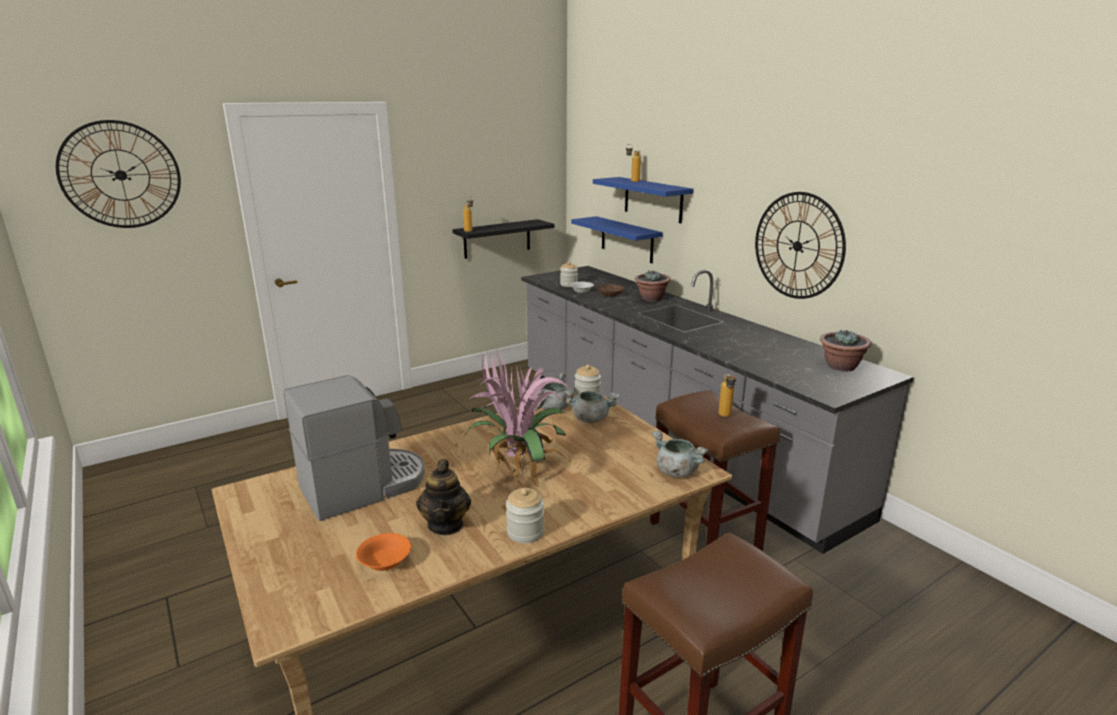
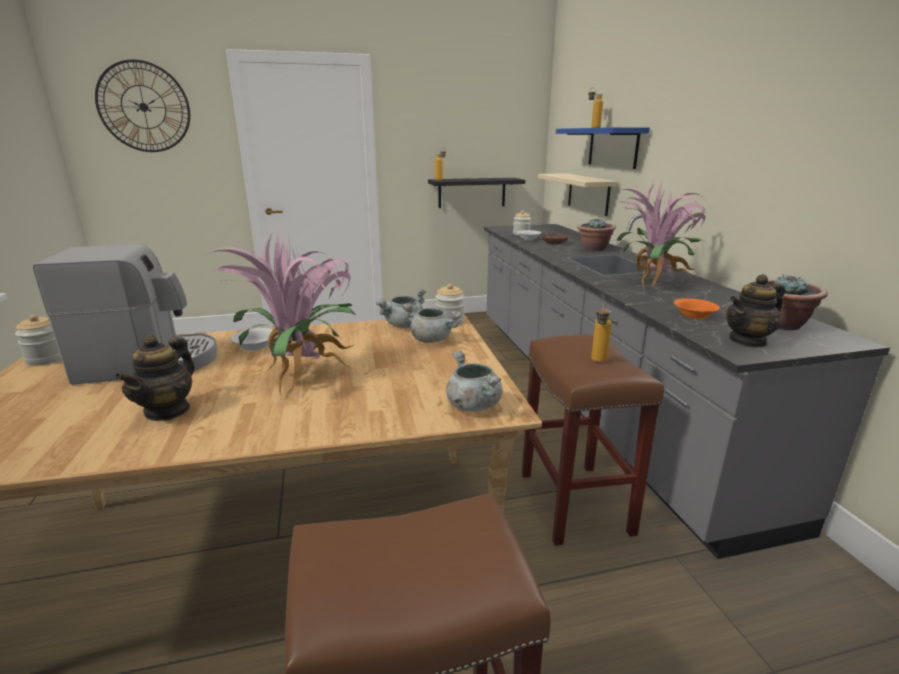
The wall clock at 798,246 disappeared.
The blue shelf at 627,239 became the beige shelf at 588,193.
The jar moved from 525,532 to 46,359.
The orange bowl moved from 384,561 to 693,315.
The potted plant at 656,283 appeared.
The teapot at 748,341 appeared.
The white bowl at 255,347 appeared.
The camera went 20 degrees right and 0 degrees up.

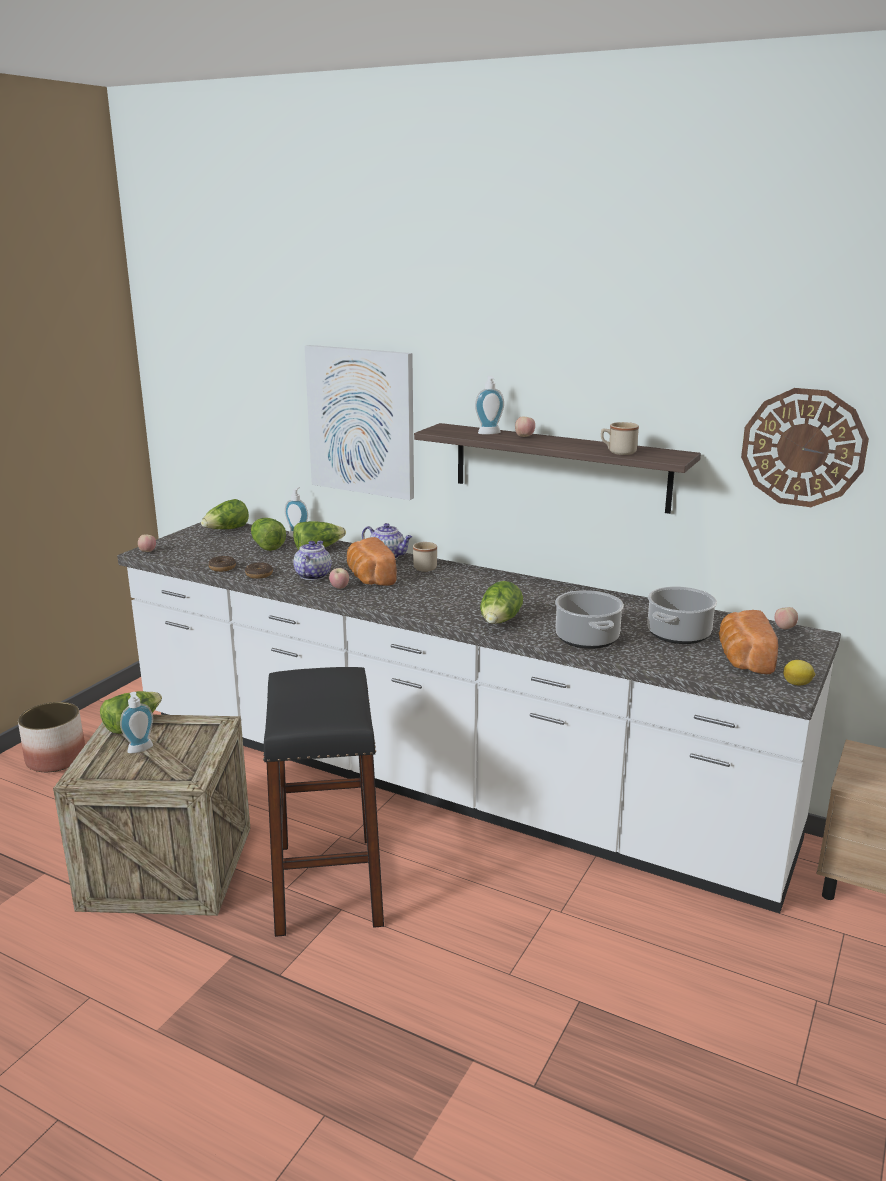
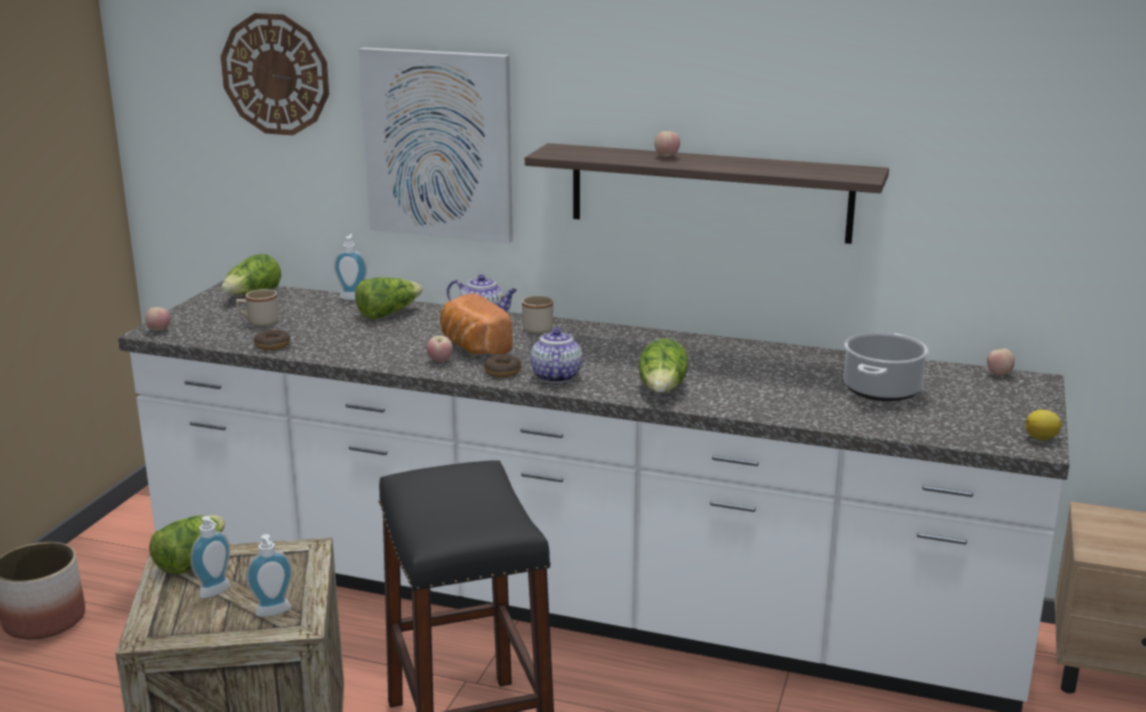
The soap dispenser moved from 490,433 to 274,613.
The wall clock moved from 803,447 to 275,74.
The beige mug moved from 618,452 to 258,322.
The lettuce at 267,545 disappeared.
The teapot moved from 313,575 to 555,376.
The donut moved from 259,575 to 502,372.
The cooking pot at 587,639 disappeared.
The bread at 742,659 disappeared.
The camera went 10 degrees left and 0 degrees up.

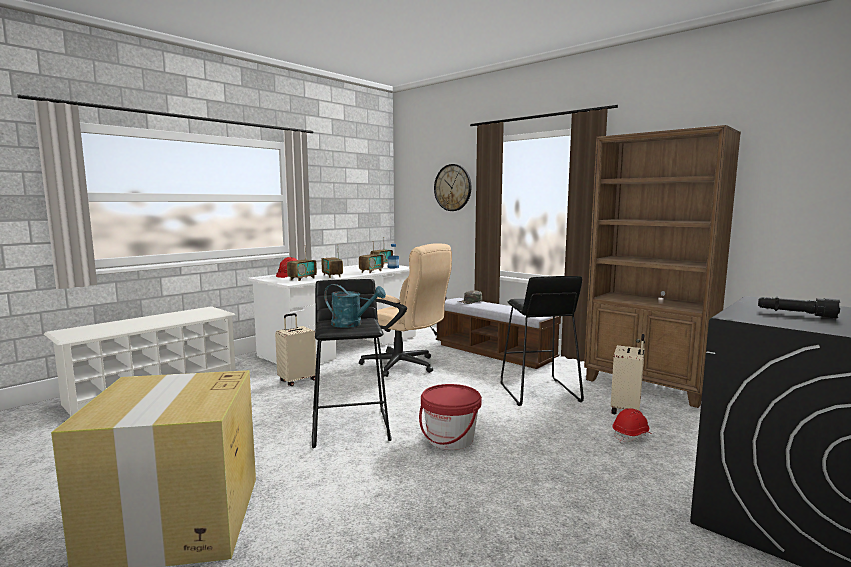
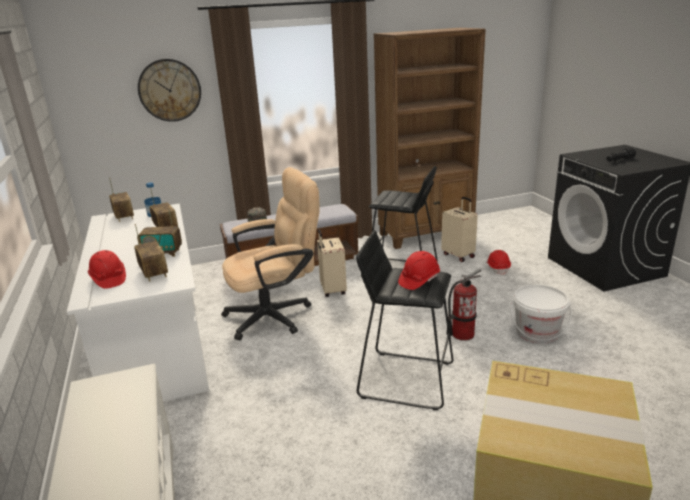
The turquoise watering can at 352,324 was replaced by the red hard hat at 419,280.
The beige suitcase moved from 297,380 to 332,290.
The red bucket at 450,439 was replaced by the fire extinguisher at 462,334.
The white bucket at 537,332 appeared.
The camera went 60 degrees left and 15 degrees up.

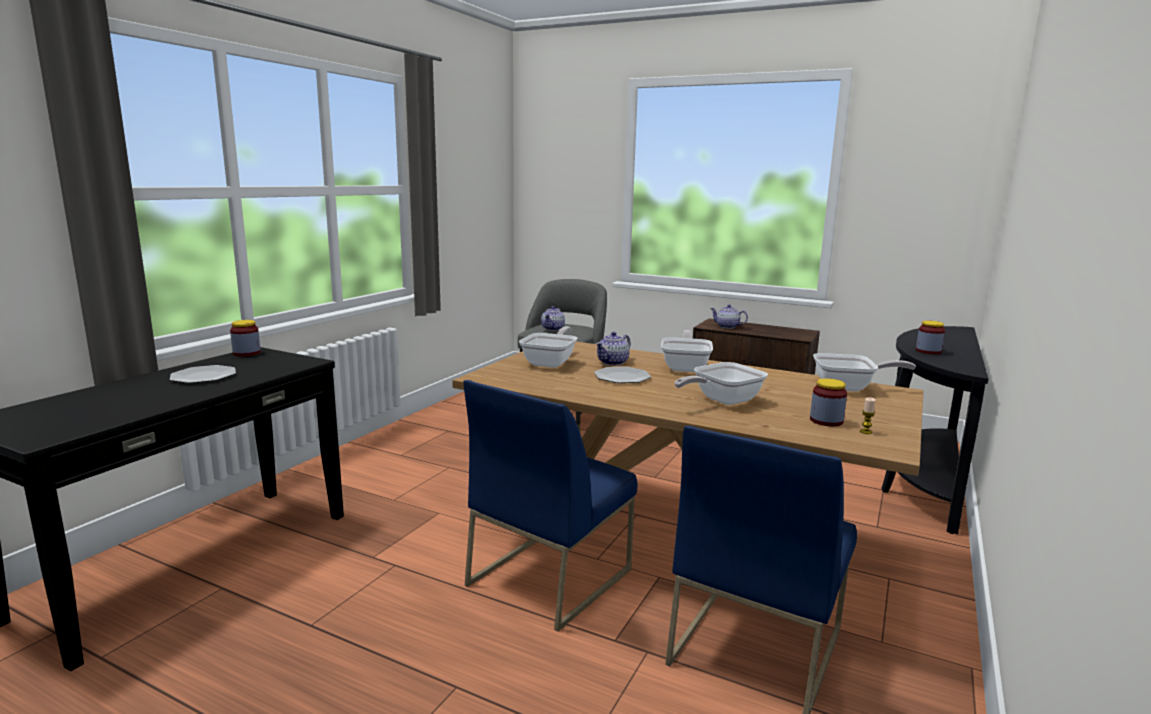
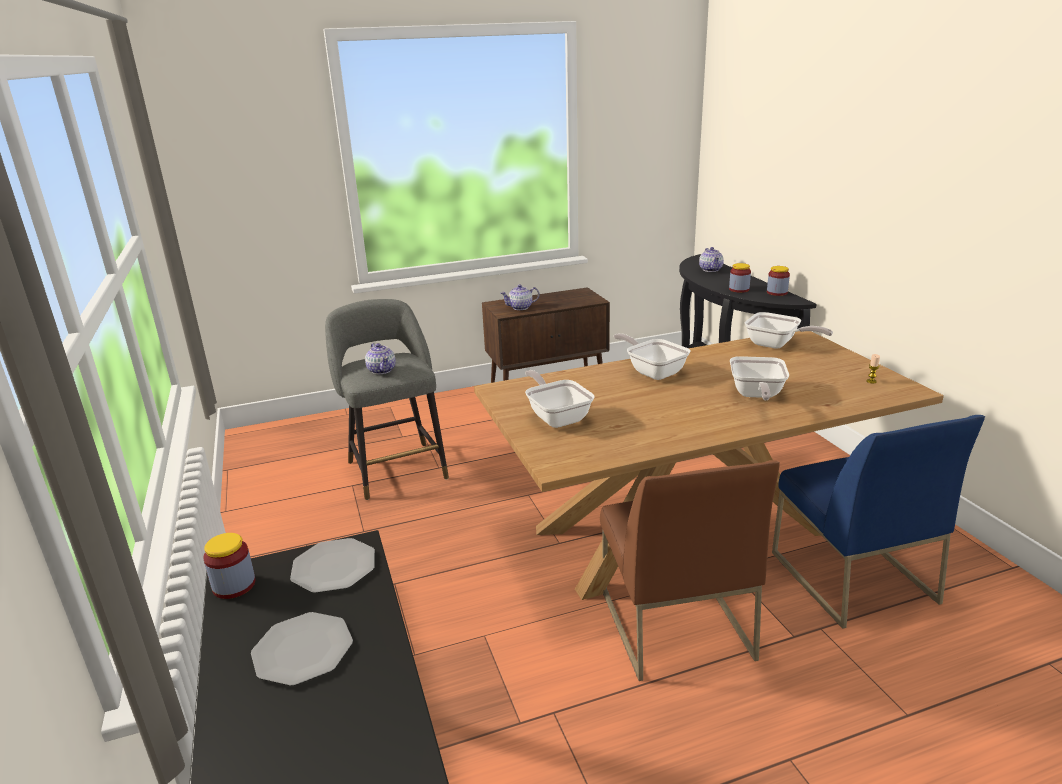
The teapot moved from 613,362 to 710,269.
The frying pan at 849,388 turned 75 degrees clockwise.
The plate moved from 622,377 to 333,567.
The jar moved from 826,421 to 777,292.
The blue chair at 549,576 became the brown chair at 673,623.
The camera went 45 degrees left and 10 degrees up.

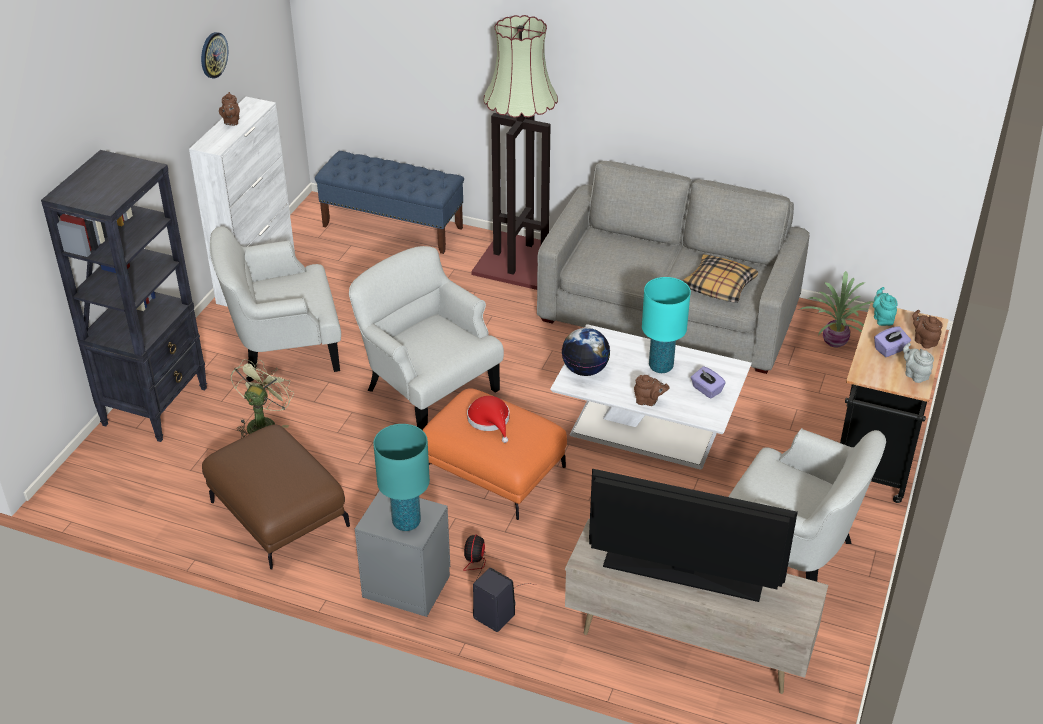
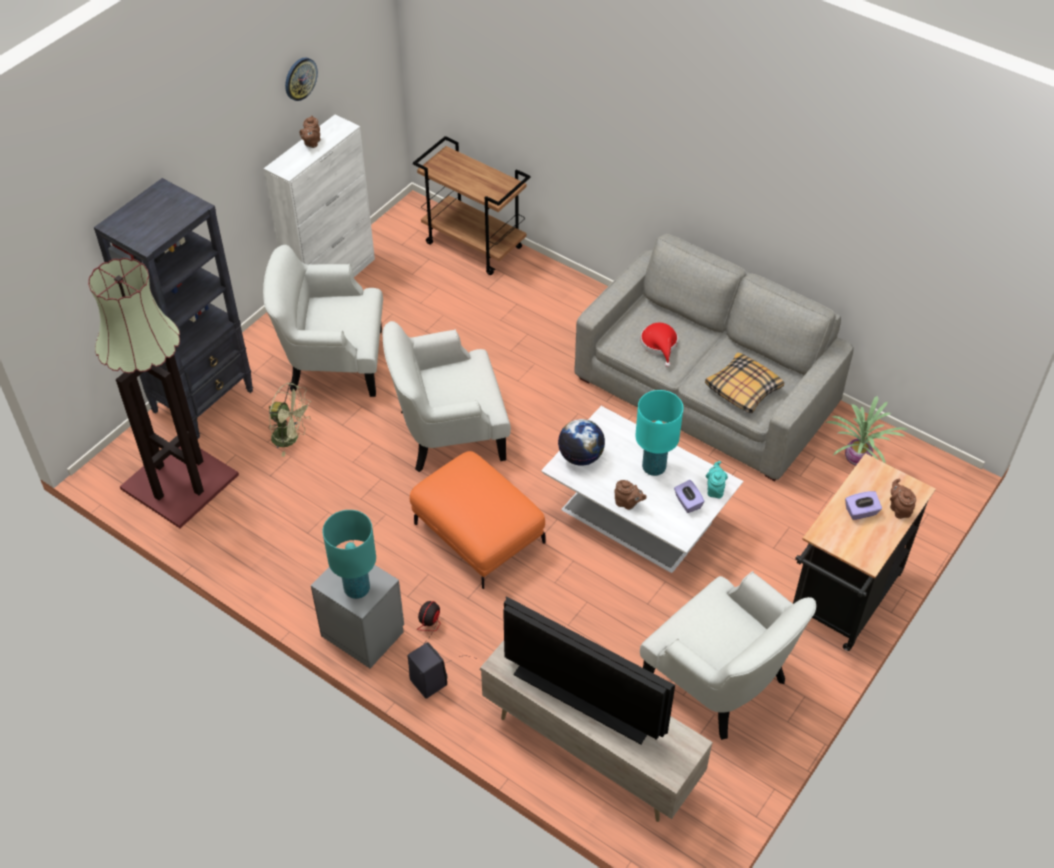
The floor lamp moved from 522,261 to 182,481.
The blue bench at 393,227 was replaced by the brown cart at 475,245.
The white armchair at 427,389 turned 75 degrees counterclockwise.
The turquoise teapot moved from 882,319 to 715,489.
The grey teapot at 915,375 disappeared.
The green fan at 263,423 turned 75 degrees clockwise.
The red hat moved from 490,421 to 660,345.
The brown ottoman at 277,515 disappeared.
The camera went 15 degrees right and 10 degrees up.

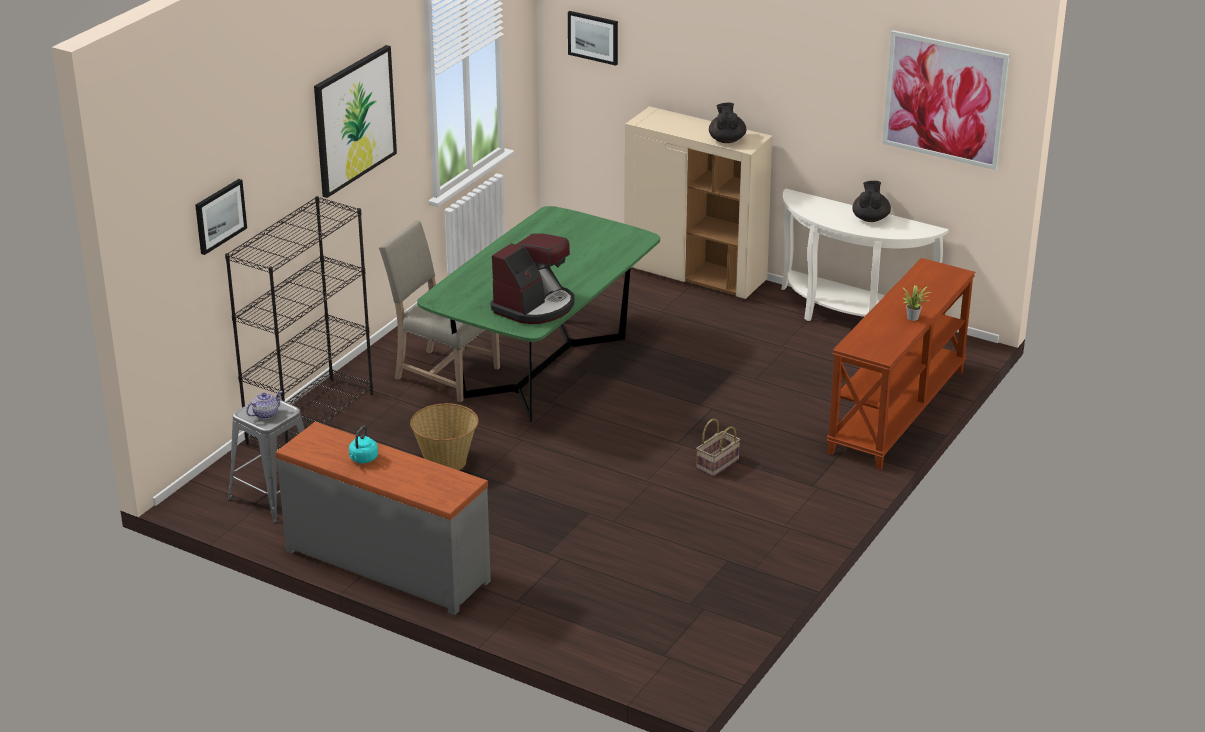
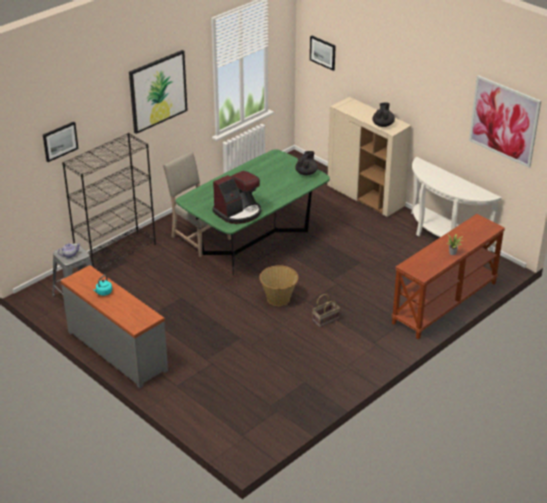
The black teapot moved from 870,218 to 306,173.
The basket moved from 446,461 to 278,298.
The camera went 15 degrees right and 5 degrees up.

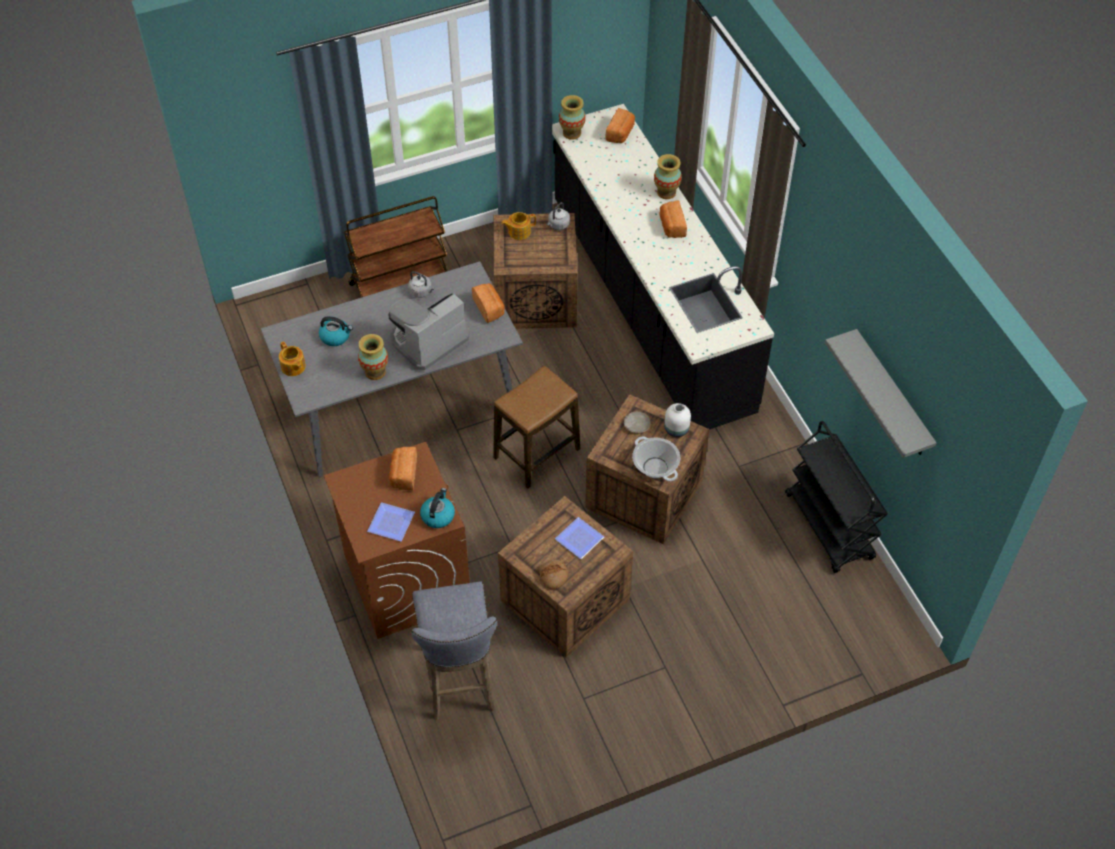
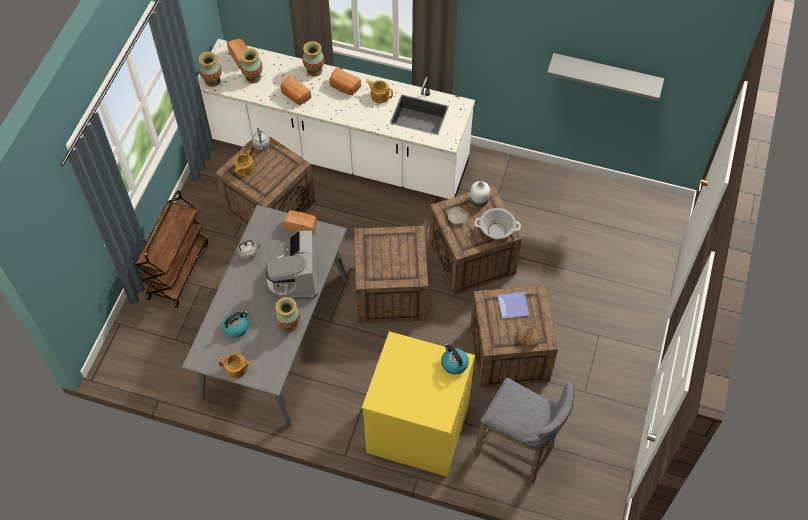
The black counter at 649,305 became the white counter at 338,153.
The stool at 537,453 was replaced by the crate at 390,291.
The black cart at 829,527 disappeared.
The brown washing machine at 406,579 became the yellow washing machine at 417,429.
The bread moved from 403,474 to 295,96.
The plate at 389,524 disappeared.
The vase at 253,77 appeared.
The teapot at 380,96 appeared.
The camera went 50 degrees left and 5 degrees up.

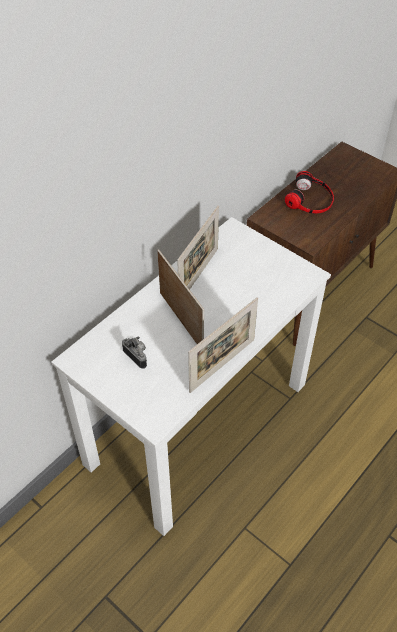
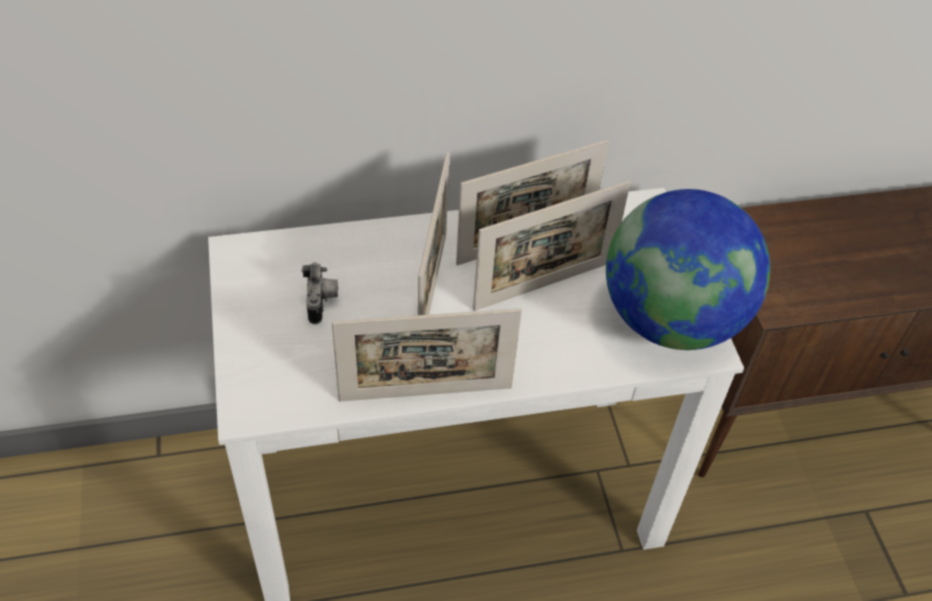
The headphones at 310,199 disappeared.
The picture frame at 544,285 appeared.
The globe at 671,319 appeared.
The camera went 35 degrees right and 0 degrees up.

